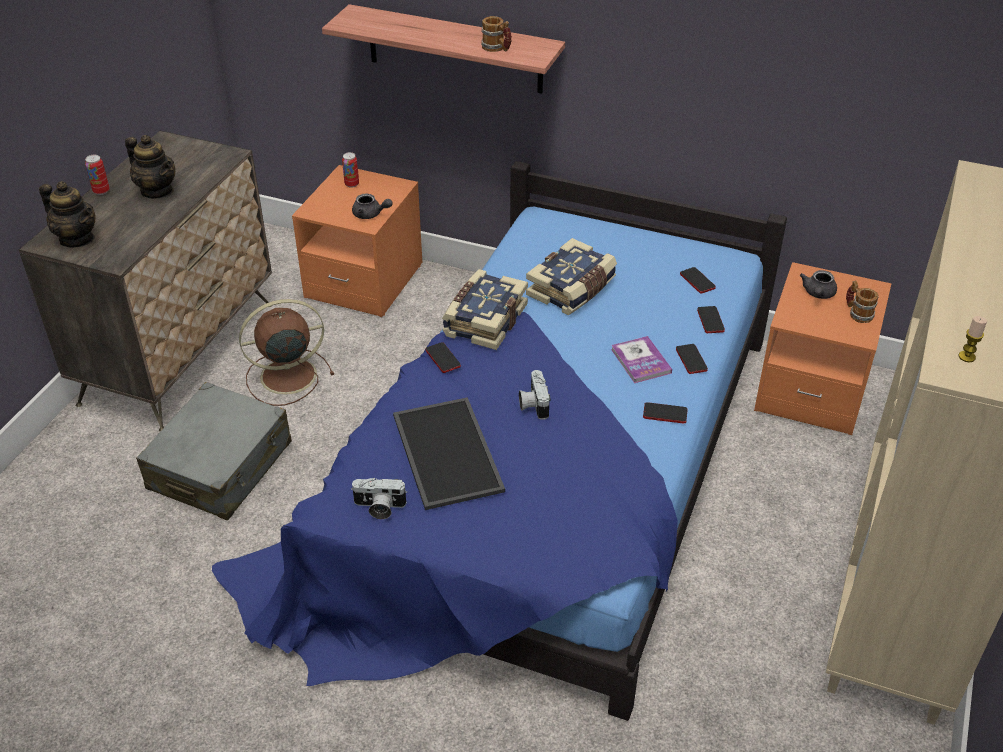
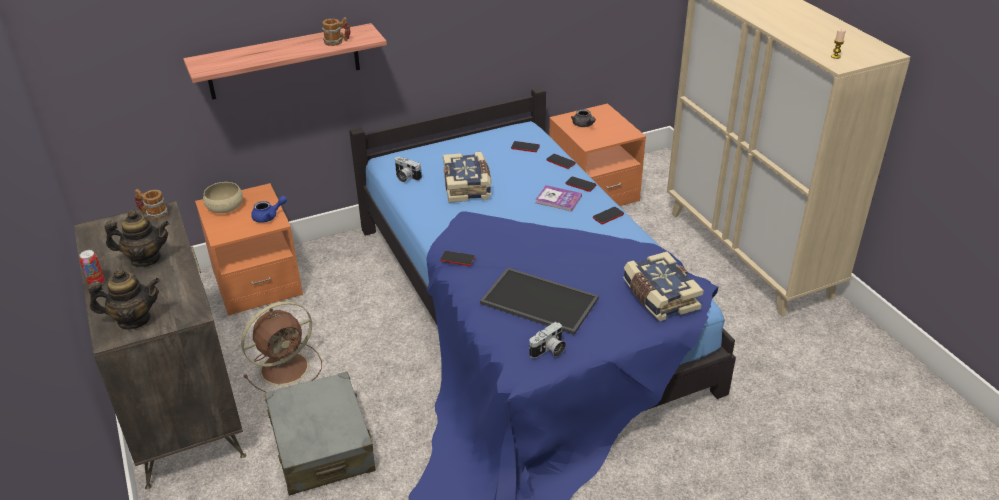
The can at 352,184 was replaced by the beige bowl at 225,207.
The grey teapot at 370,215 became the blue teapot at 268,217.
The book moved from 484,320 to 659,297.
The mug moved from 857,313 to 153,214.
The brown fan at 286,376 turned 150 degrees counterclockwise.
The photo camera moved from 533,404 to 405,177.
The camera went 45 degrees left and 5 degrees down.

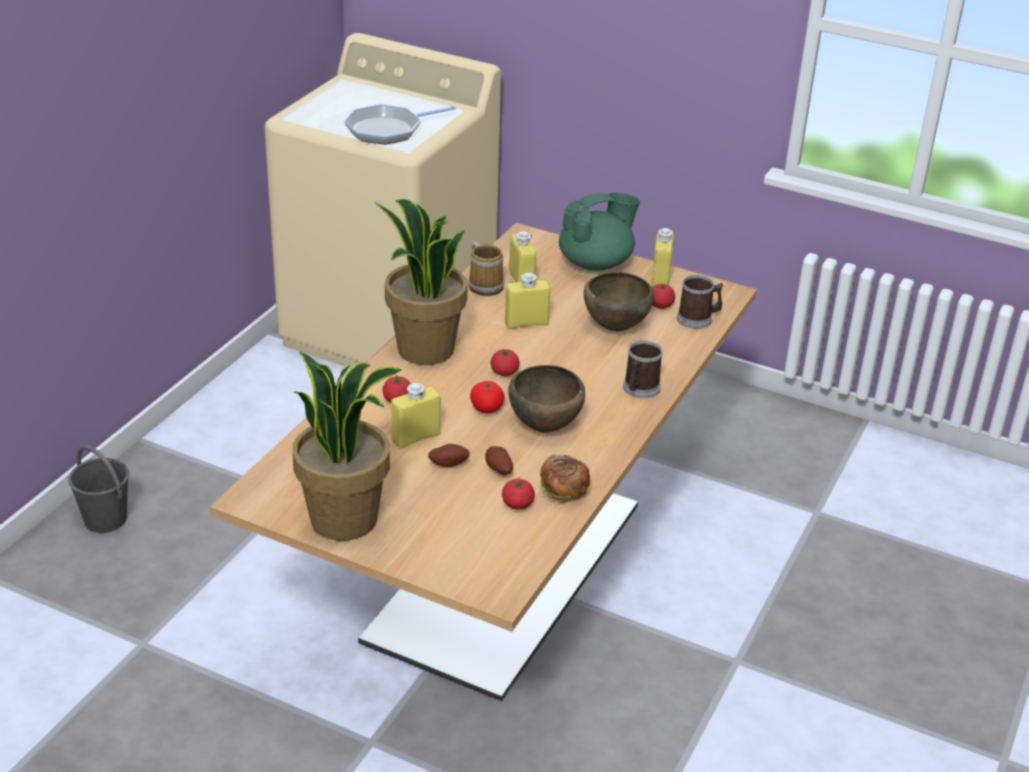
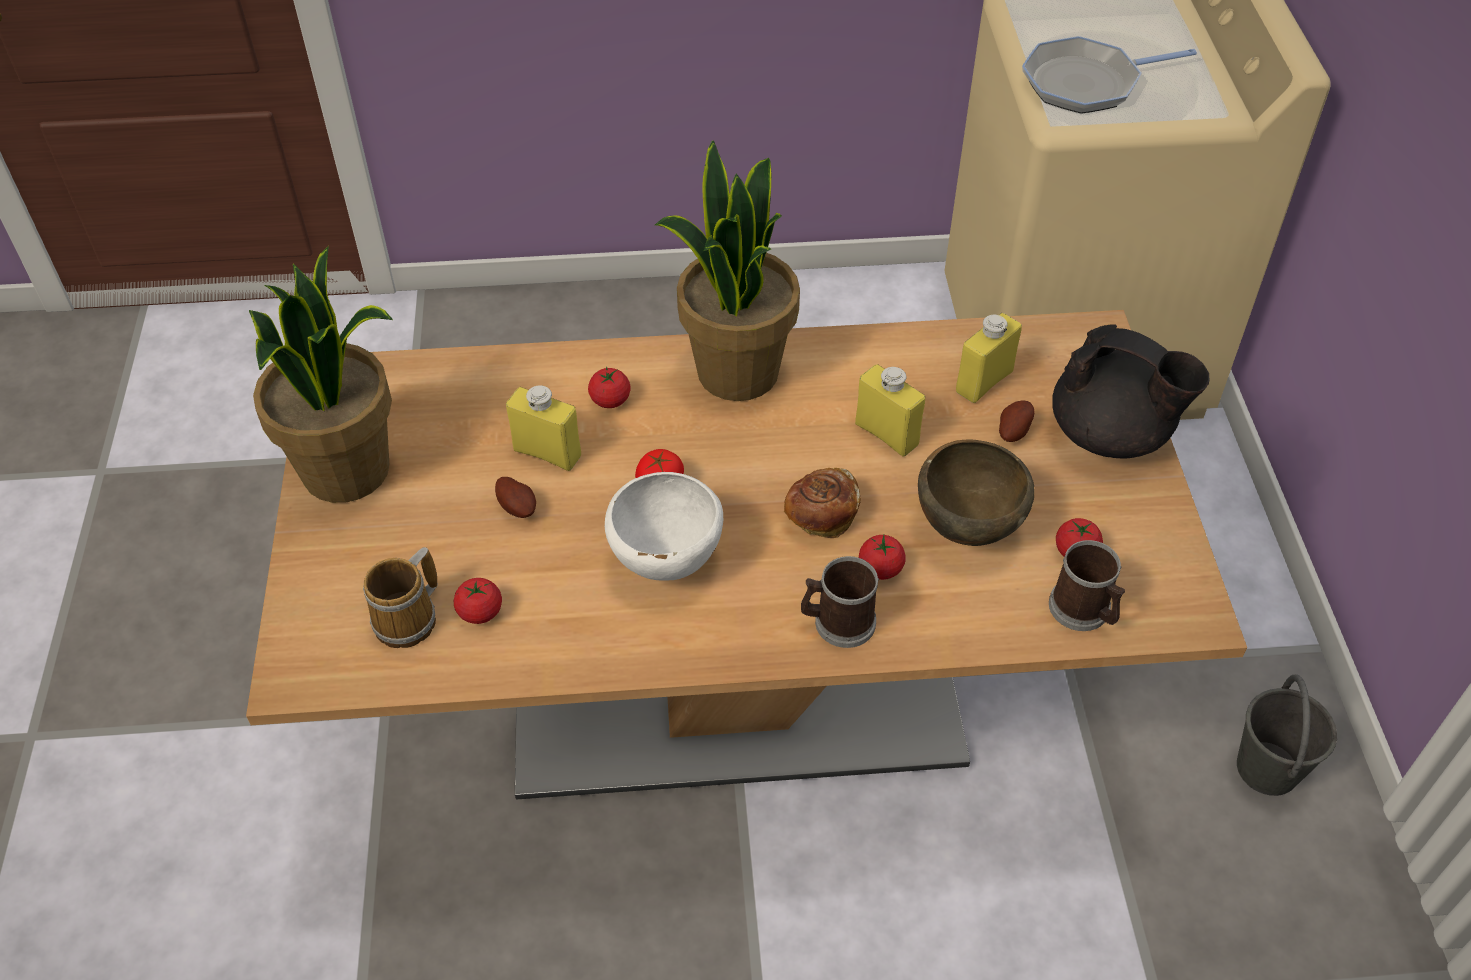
The frying pan at 388,130 turned 45 degrees counterclockwise.
The green teapot at 596,263 became the black teapot at 1111,434.
The yellow bottle at 660,277 disappeared.
The mug moved from 485,285 to 409,619.
The tomato moved from 504,372 to 880,568.
The brown bowl at 545,427 became the white bowl at 665,563.
The grey bucket moved from 105,519 to 1267,767.
The potato moved from 498,470 to 1012,431.
The bread moved from 564,490 to 821,516.
The camera went 60 degrees right and 15 degrees up.

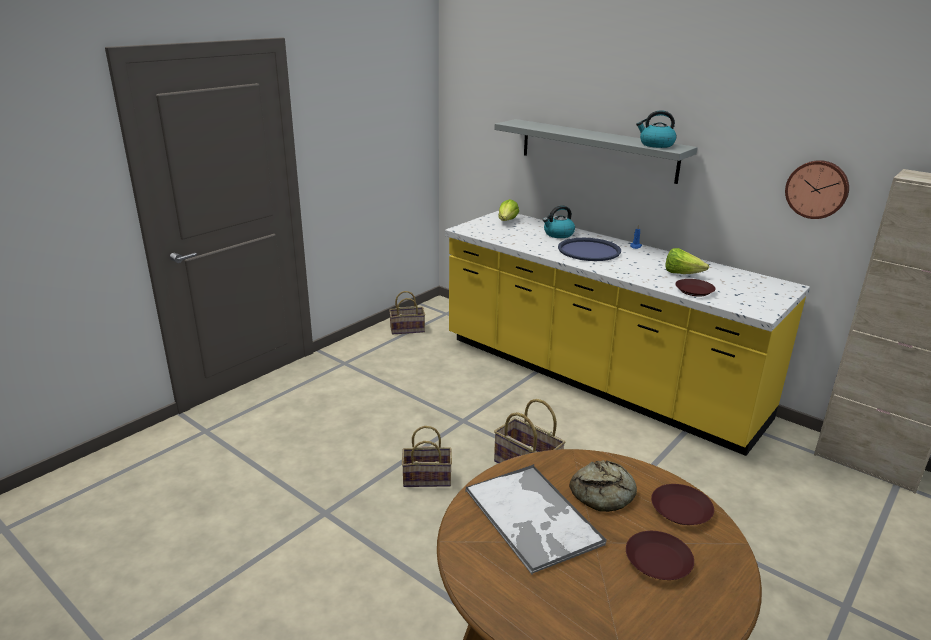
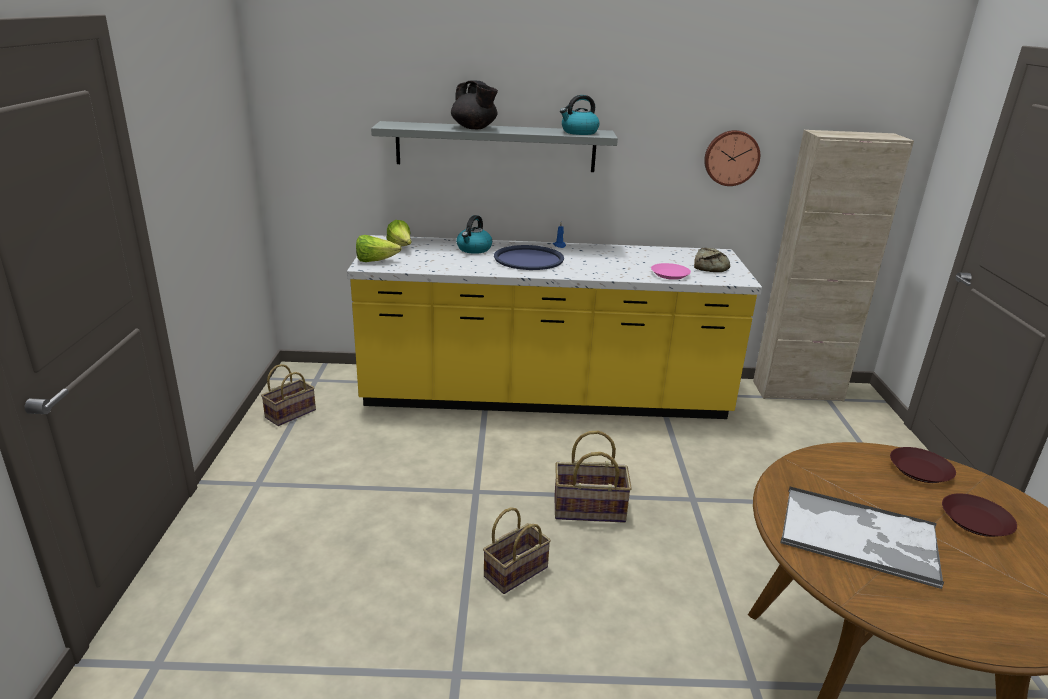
The lettuce moved from 681,274 to 375,261.
The brown plate at 694,291 became the pink plate at 669,274.
The bread moved from 605,493 to 711,266.
The black teapot at 474,128 appeared.
The camera went 40 degrees left and 0 degrees up.

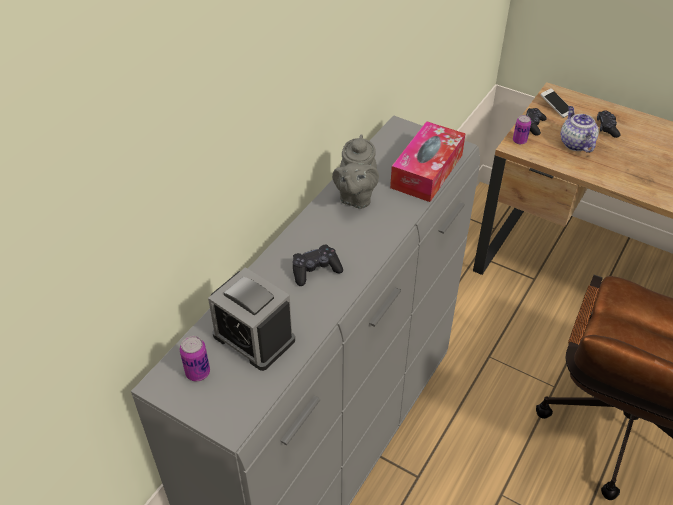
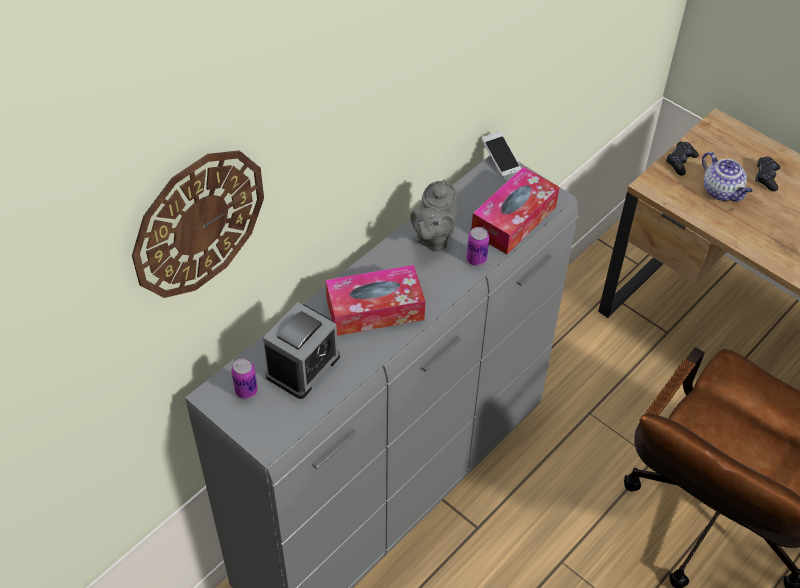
The phone moved from 555,107 to 500,159.
The teapot at 575,143 turned 150 degrees clockwise.
The can moved from 519,141 to 476,259.
The black game controller at 315,270 was replaced by the tissue box at 375,309.
The alarm clock at 254,337 turned 105 degrees counterclockwise.
The wall clock at 198,223 appeared.
The camera went 10 degrees right and 5 degrees up.

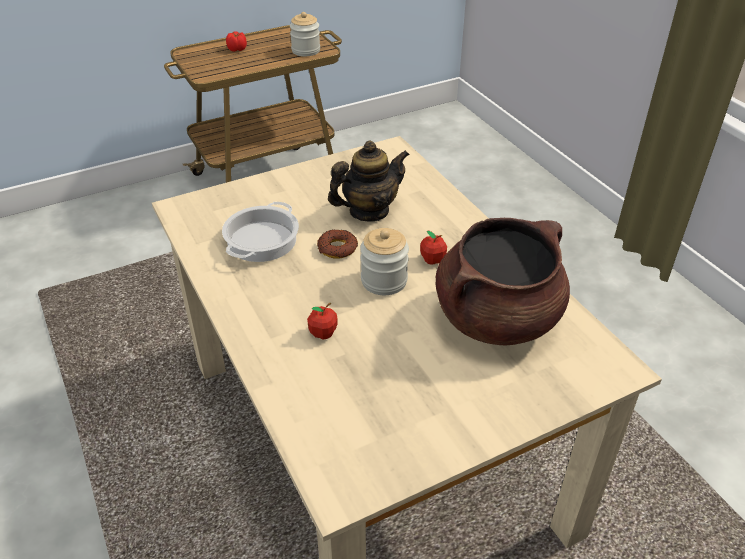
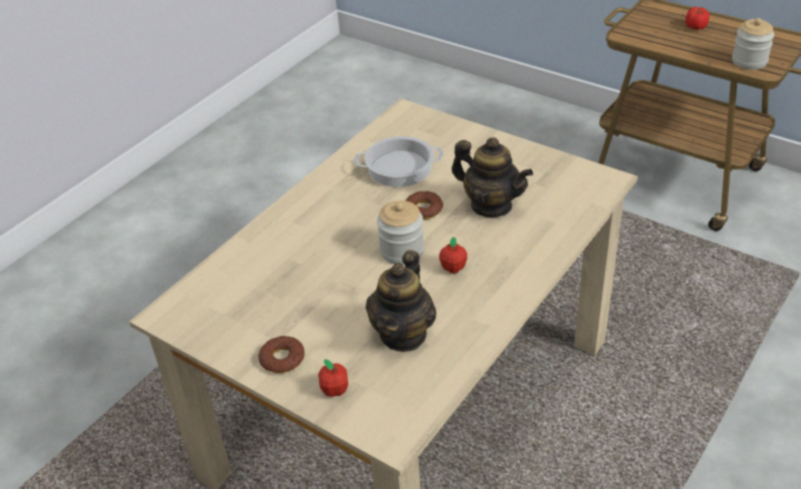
The brown cooking pot at 497,318 was replaced by the teapot at 403,334.
The apple moved from 323,333 to 335,390.
The donut at 282,359 appeared.
The camera went 65 degrees right and 0 degrees up.

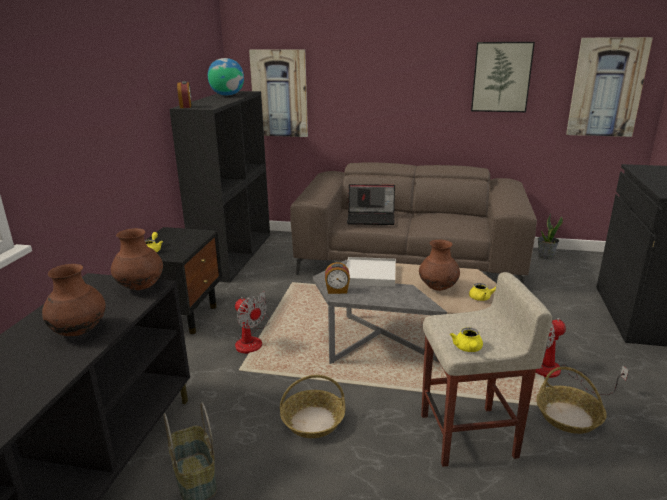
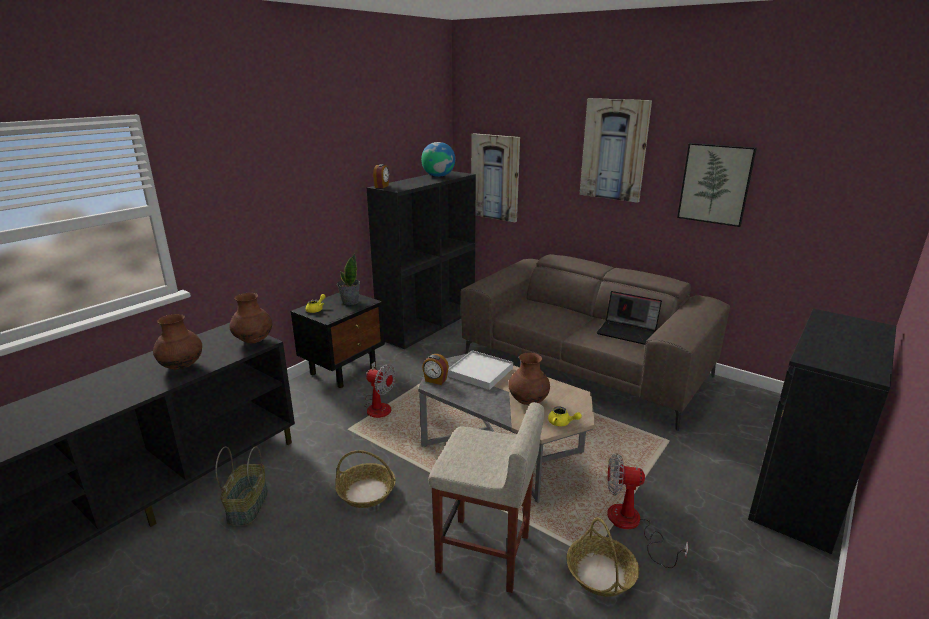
The picture moved from 606,87 to 614,150.
The laptop moved from 371,218 to 628,332.
The potted plant moved from 545,256 to 350,302.
The fan at 252,340 turned 45 degrees counterclockwise.
The yellow teapot at 468,349 disappeared.
The camera went 25 degrees right and 0 degrees up.

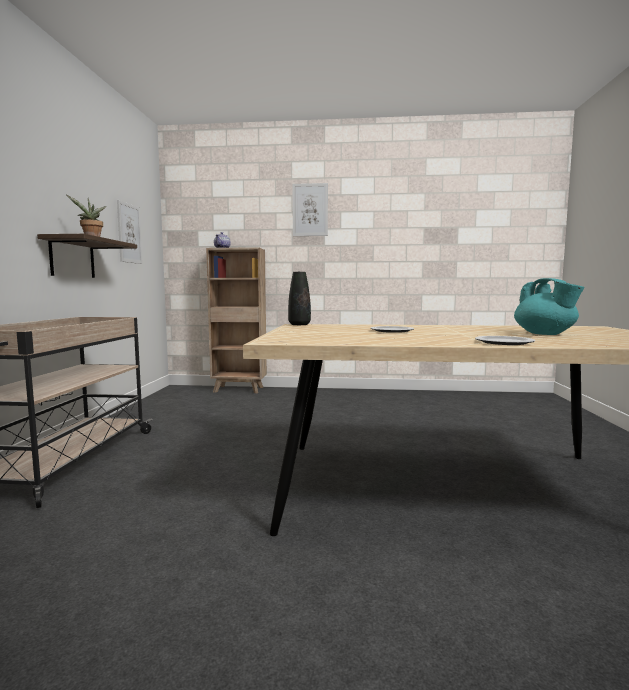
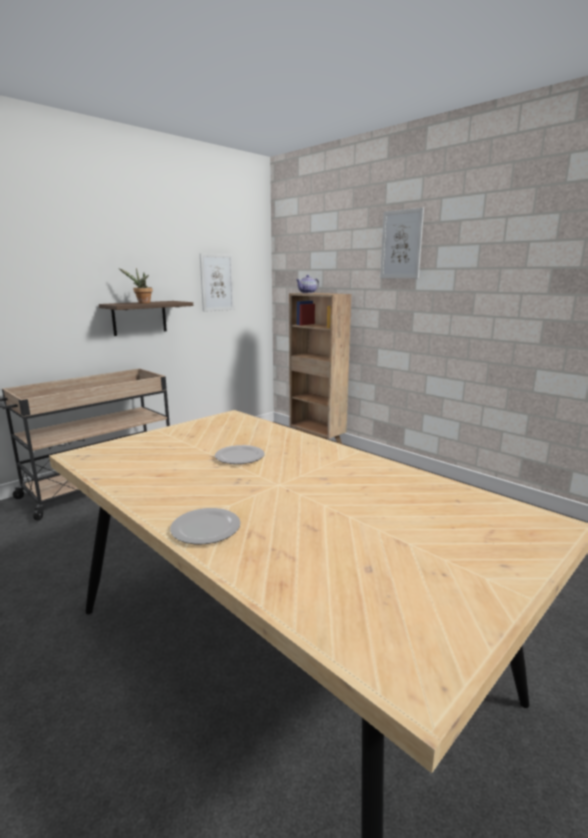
The black vase at 299,324 disappeared.
The turquoise teapot at 545,334 disappeared.
The camera went 40 degrees right and 10 degrees up.

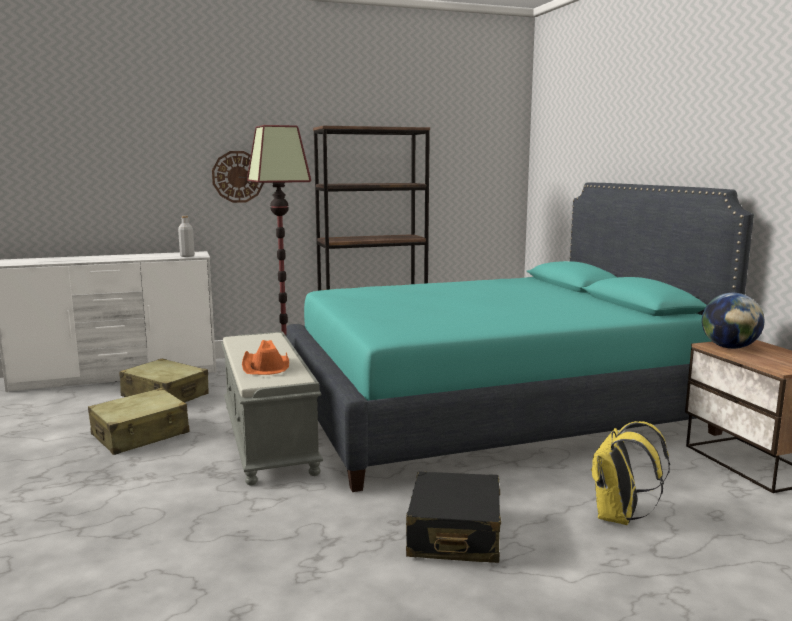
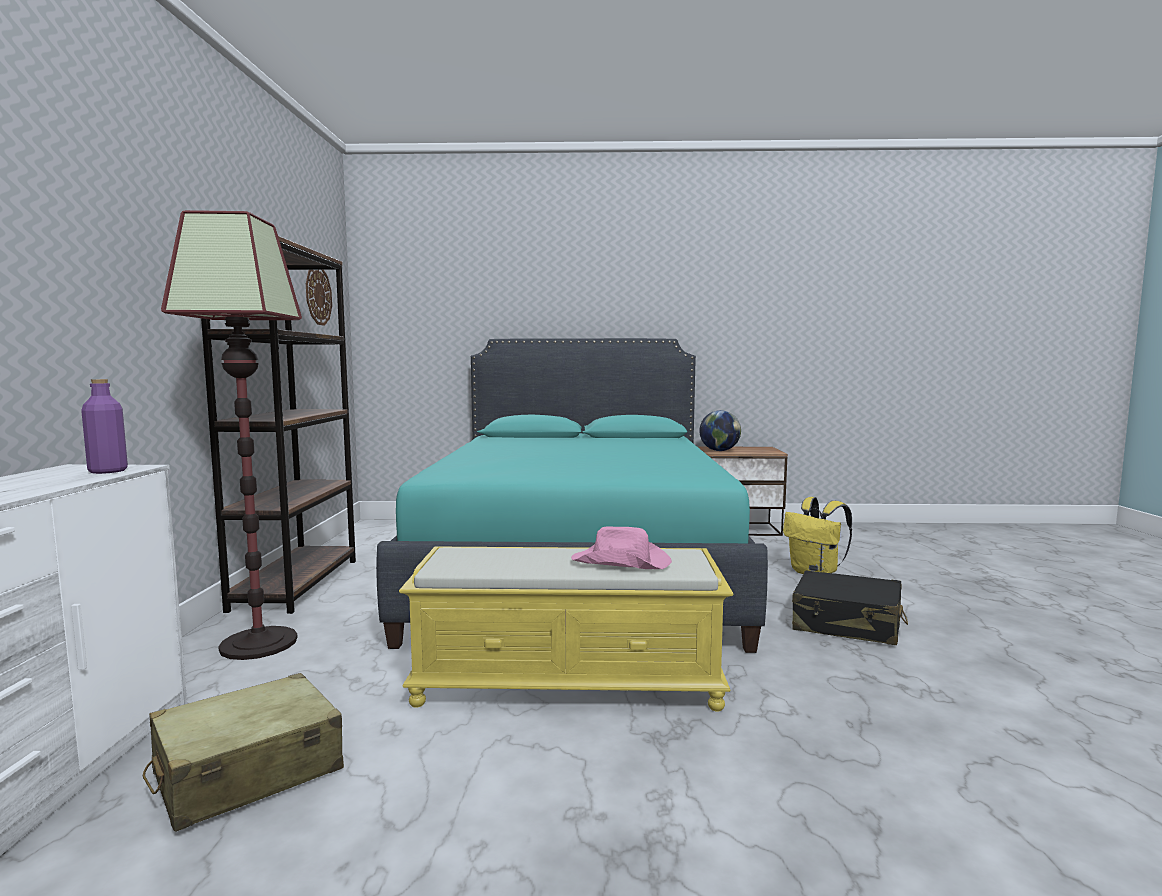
The wall clock moved from 238,176 to 318,295.
The grey bottle at 187,256 became the purple bottle at 108,471.
The grey bench at 269,438 became the yellow bench at 570,683.
The orange hat at 266,366 became the pink hat at 622,562.
The beige suitcase at 141,434 disappeared.
The camera went 70 degrees left and 5 degrees down.

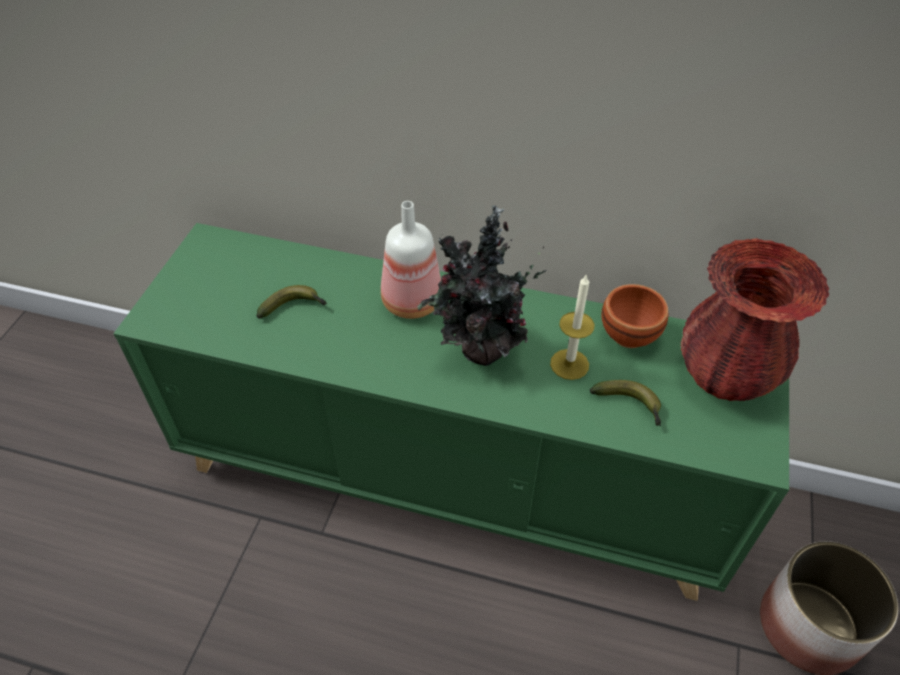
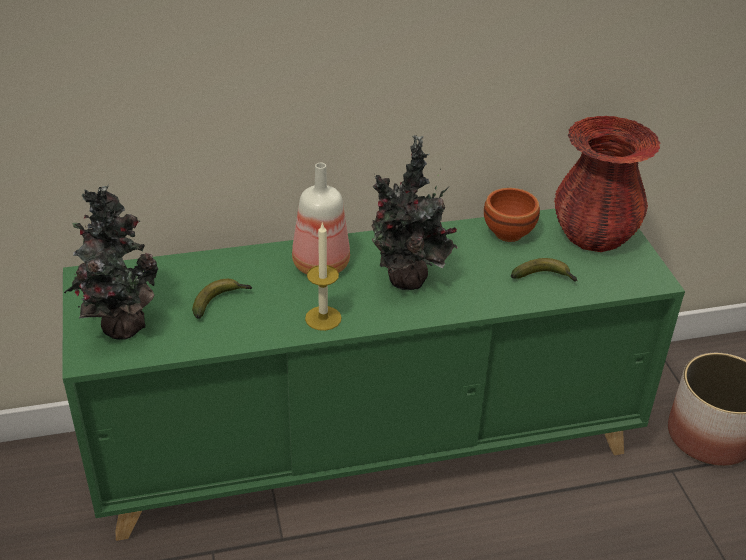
The candle moved from 569,364 to 323,318.
The potted plant at 119,326 appeared.
The camera went 30 degrees left and 10 degrees down.

